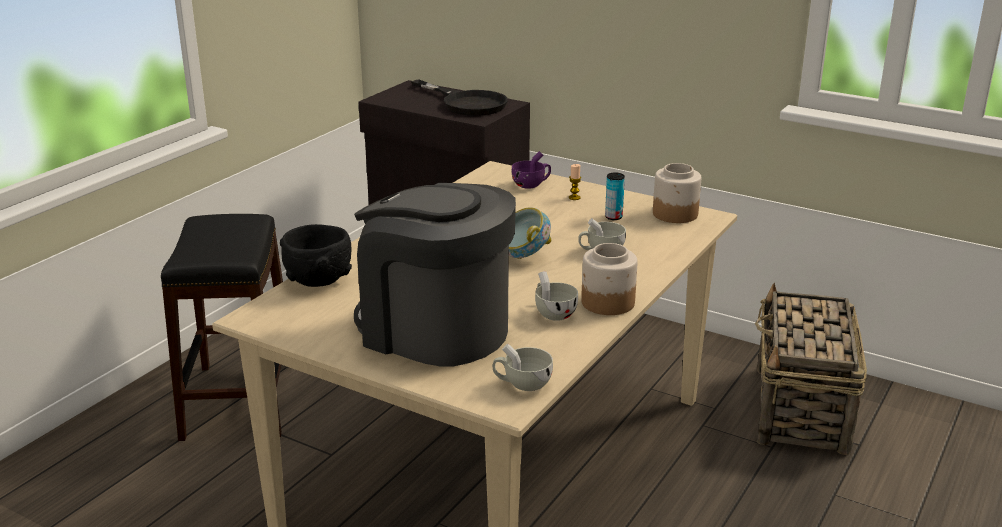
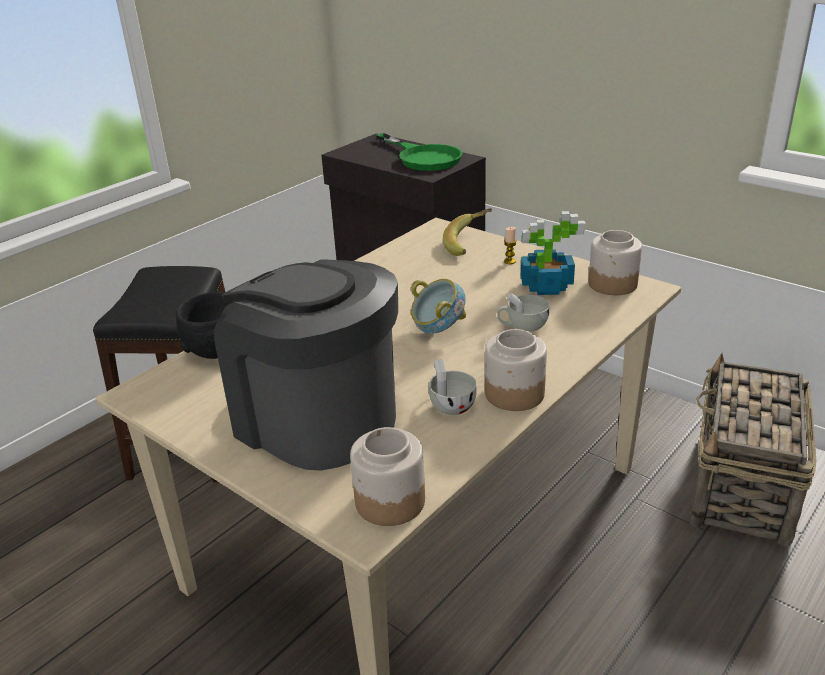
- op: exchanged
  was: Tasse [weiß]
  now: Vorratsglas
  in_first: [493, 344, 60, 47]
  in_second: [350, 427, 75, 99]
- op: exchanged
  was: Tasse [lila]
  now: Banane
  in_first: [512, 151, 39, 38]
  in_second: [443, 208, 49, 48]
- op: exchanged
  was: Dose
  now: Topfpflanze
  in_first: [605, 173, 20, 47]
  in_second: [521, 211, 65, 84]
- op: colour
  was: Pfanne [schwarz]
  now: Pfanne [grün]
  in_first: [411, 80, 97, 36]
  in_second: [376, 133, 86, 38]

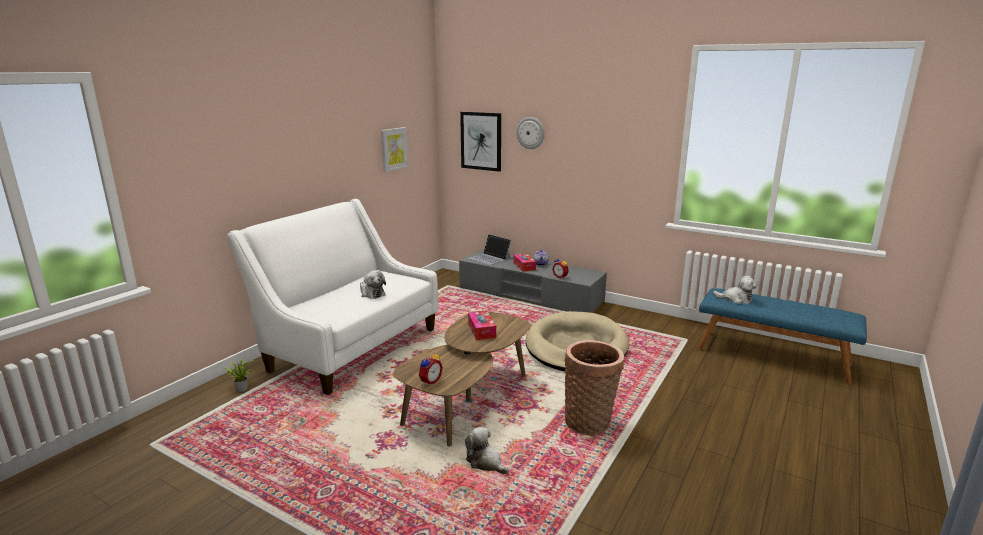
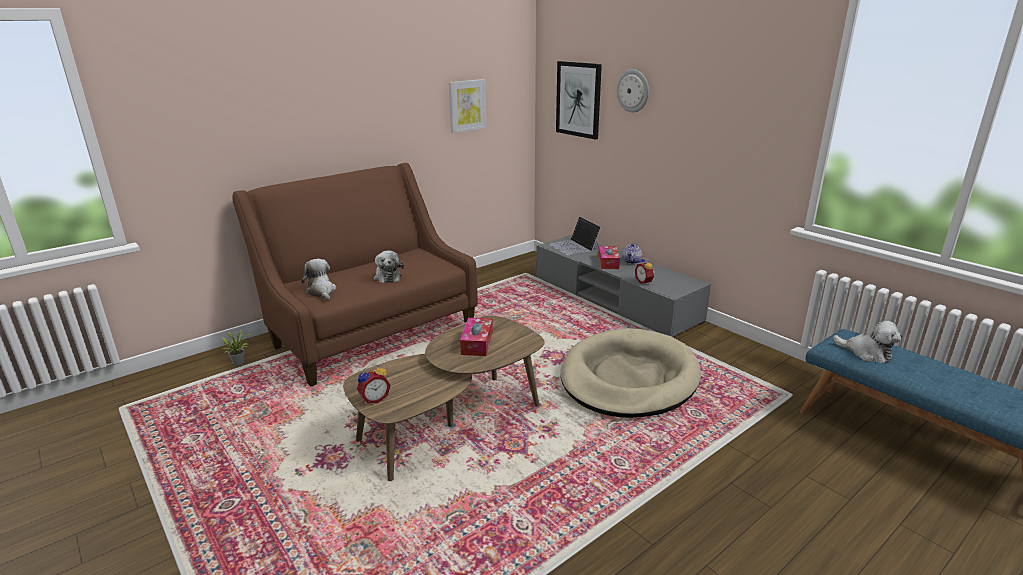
- op: missing
  was: Korb
  in_first: [564, 340, 60, 95]
- op: relocated
  was: Plüschtier
  in_first: [465, 426, 44, 48]
  in_second: [301, 259, 35, 42]
- op: colour
  was: Sofa [weiß]
  now: Sofa [braun]
  in_first: [227, 199, 211, 196]
  in_second: [232, 163, 246, 224]

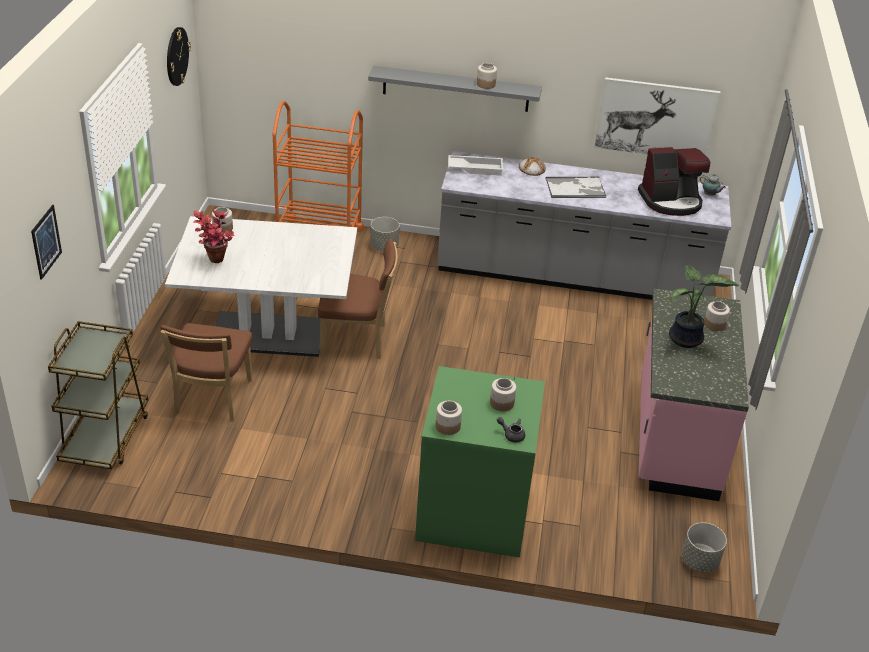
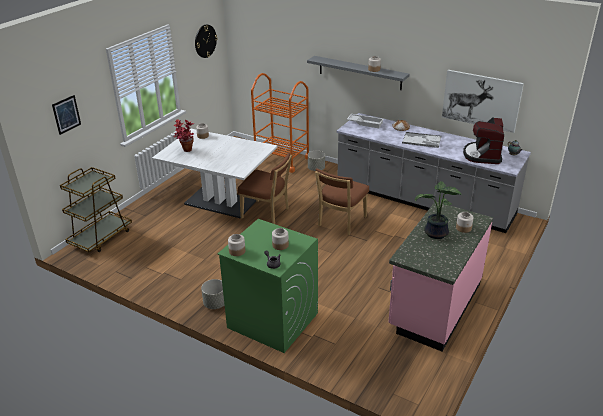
- op: relocated
  was: Stuhl [braun]
  in_first: [161, 323, 91, 98]
  in_second: [315, 168, 54, 67]
- op: relocated
  was: Pflanzkübel [grau]
  in_first: [682, 523, 45, 50]
  in_second: [201, 279, 23, 30]
- op: spun
  was: Kaffeemaschine
  in_first: [638, 147, 72, 69]
  in_second: [463, 117, 41, 47]
  clockwise: 90

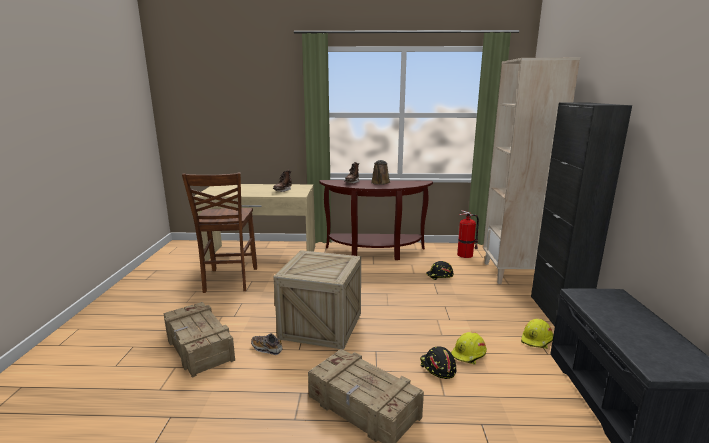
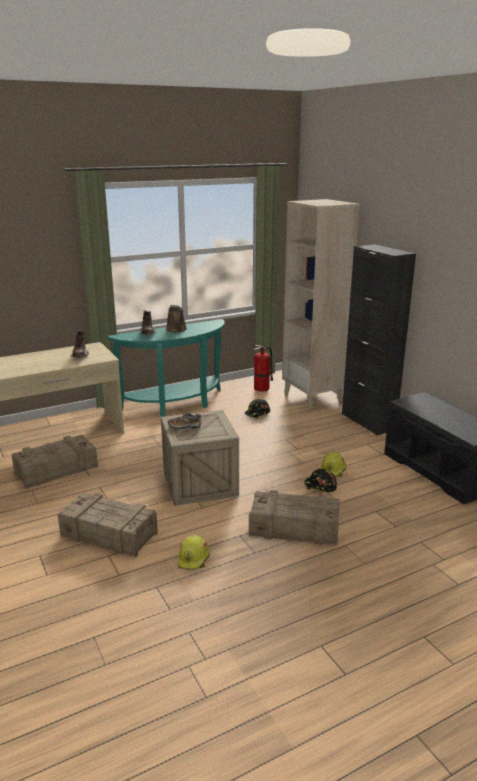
- op: relocated
  was: Schuh
  in_first: [251, 333, 32, 22]
  in_second: [168, 412, 34, 18]
- op: relocated
  was: Schutzhelm [gelb]
  in_first: [521, 318, 32, 31]
  in_second: [178, 535, 32, 35]
- op: exchanged
  was: Stuhl [braun]
  now: Kiste
  in_first: [182, 172, 75, 121]
  in_second: [12, 435, 86, 54]
- op: colour
  was: Konsolentisch [braun]
  now: Konsolentisch [türkis]
  in_first: [319, 180, 114, 80]
  in_second: [107, 319, 118, 98]

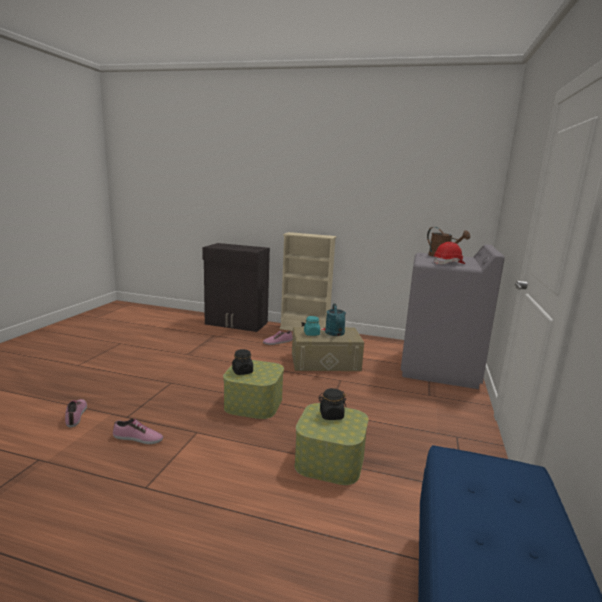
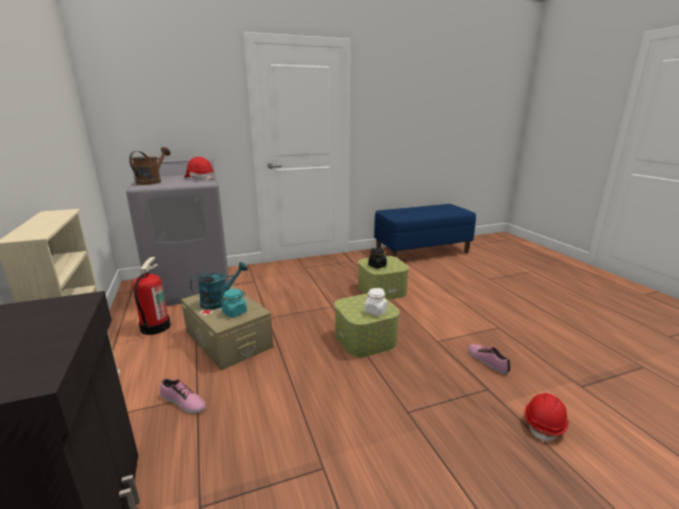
- op: appeared
  now: Feuerlöscher
  in_second: [132, 257, 39, 78]
- op: exchanged
  was: Schuh
  now: Schutzhelm [rot]
  in_first: [65, 399, 22, 28]
  in_second: [525, 393, 44, 50]
- op: colour
  was: Vorratsglas [schwarz]
  now: Vorratsglas [weiß]
  in_first: [232, 349, 21, 26]
  in_second: [364, 288, 24, 28]

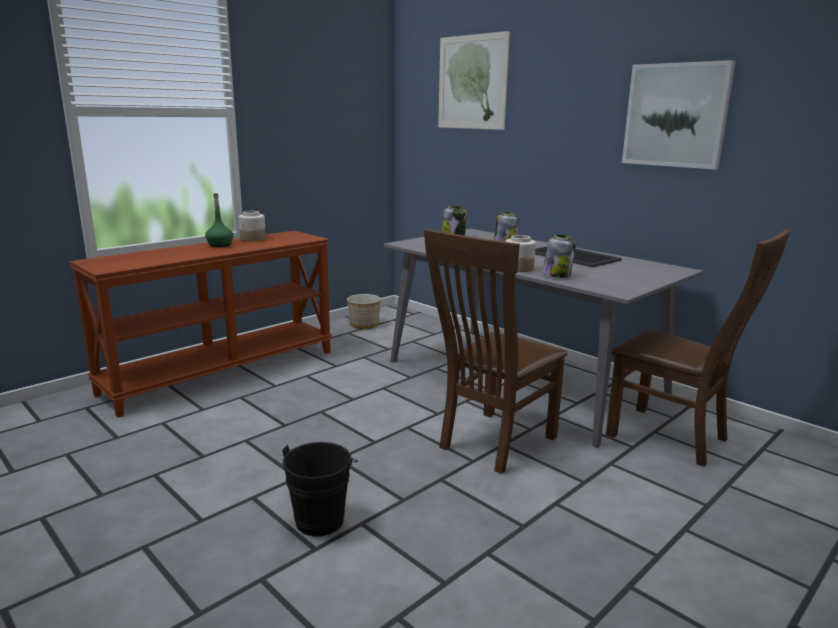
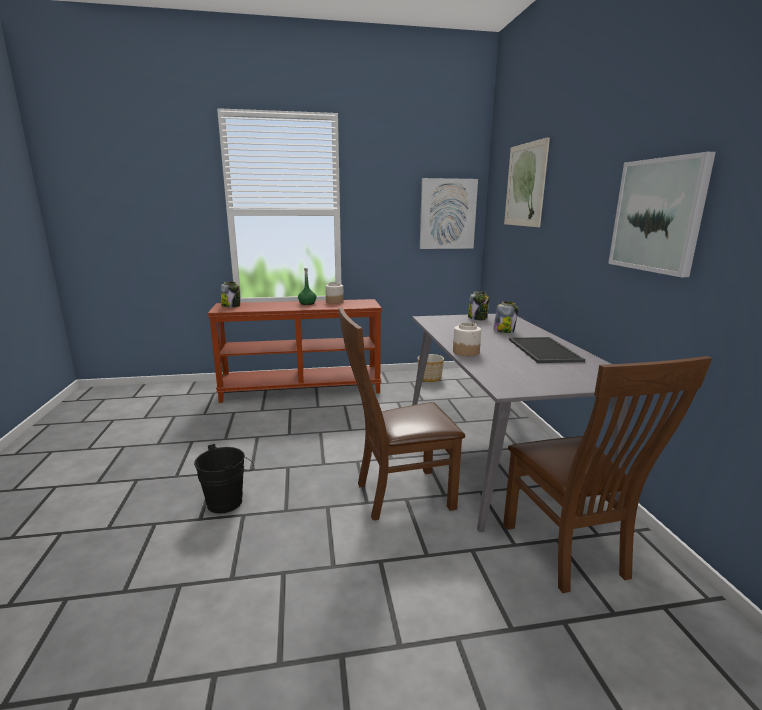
- op: appeared
  now: Bild
  in_second: [420, 178, 58, 71]
- op: relocated
  was: Vorratsglas
  in_first: [543, 235, 33, 43]
  in_second: [221, 281, 19, 26]

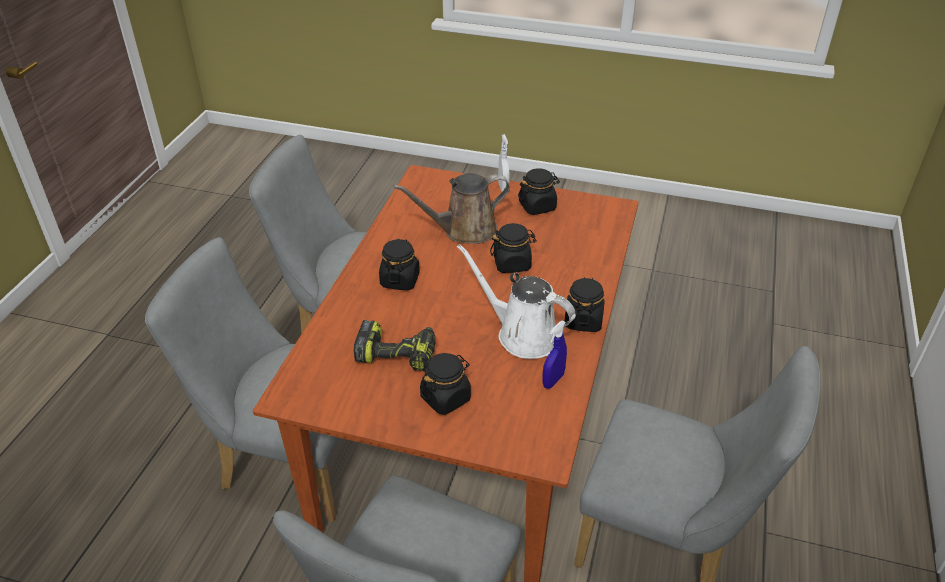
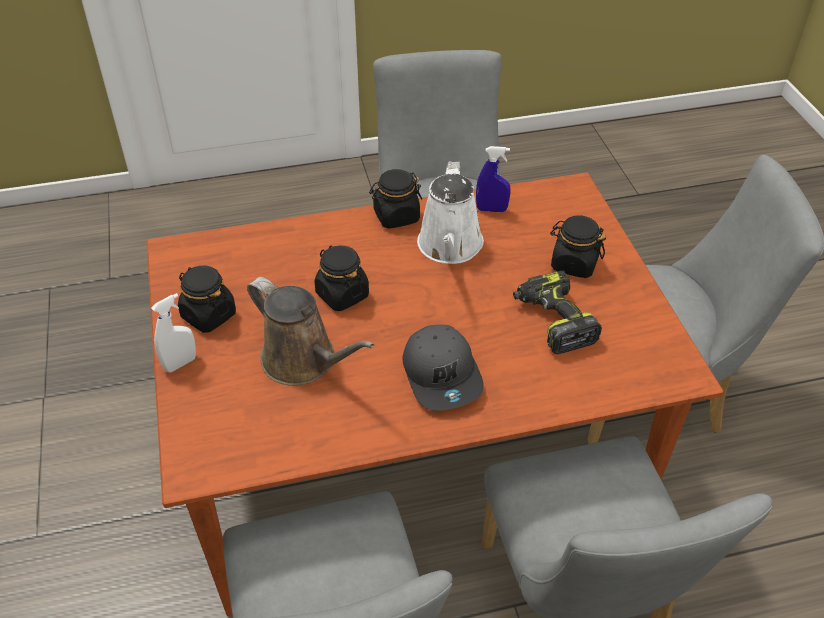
- op: exchanged
  was: Vorratsglas [schwarz]
  now: Kappe [grau]
  in_first: [379, 239, 41, 51]
  in_second: [403, 325, 81, 86]

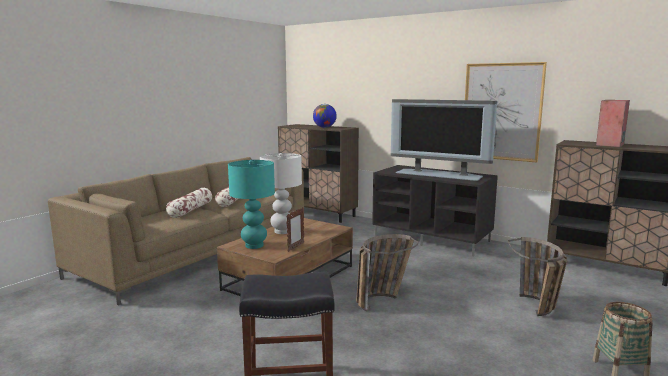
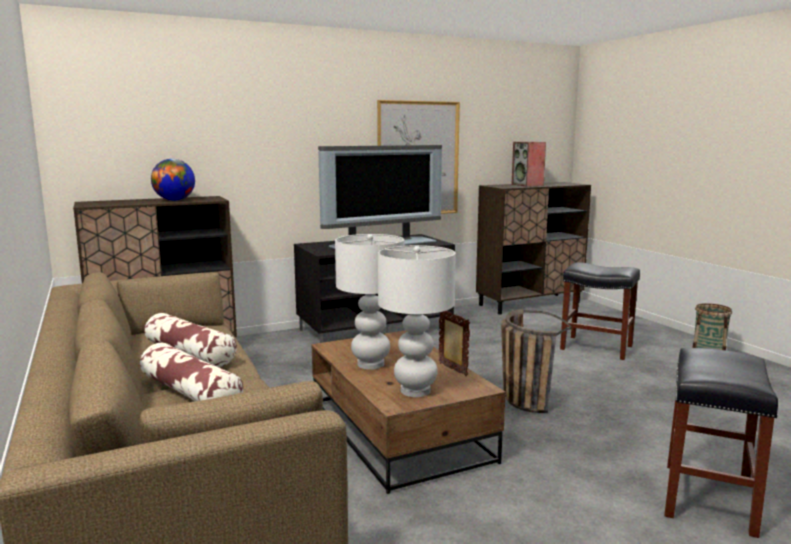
- op: exchanged
  was: Korb
  now: Hocker [schwarz]
  in_first: [508, 237, 59, 79]
  in_second: [560, 262, 80, 98]
- op: colour
  was: Tischlampe [türkis]
  now: Tischlampe [weiß]
  in_first: [228, 160, 47, 89]
  in_second: [378, 245, 78, 152]

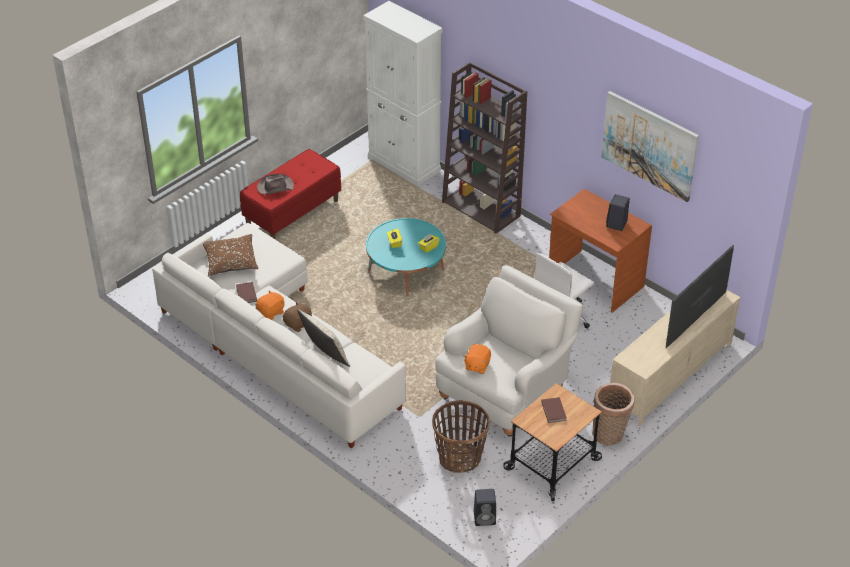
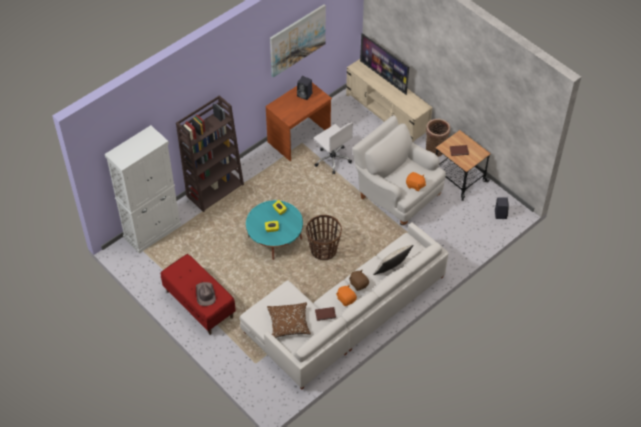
- op: relocated
  was: Korb
  in_first: [432, 400, 58, 73]
  in_second: [306, 215, 36, 45]

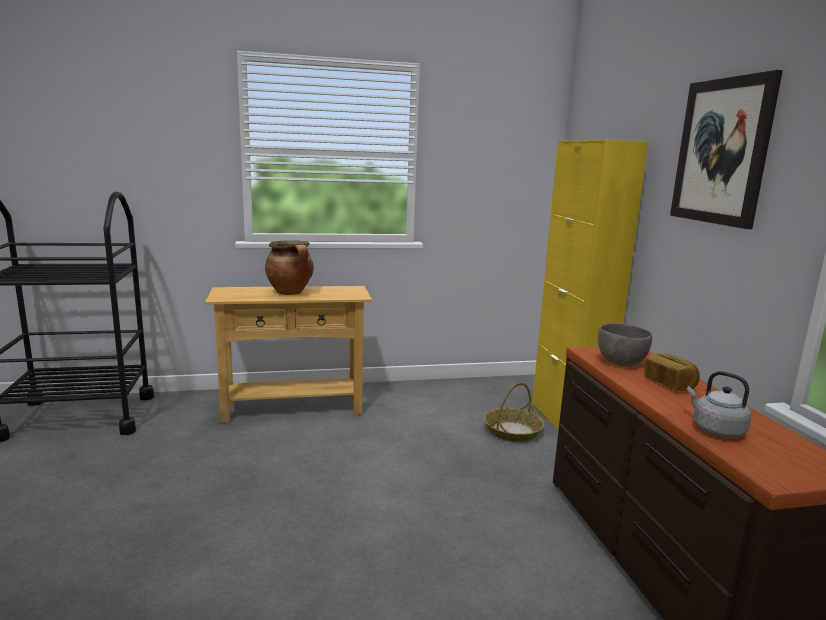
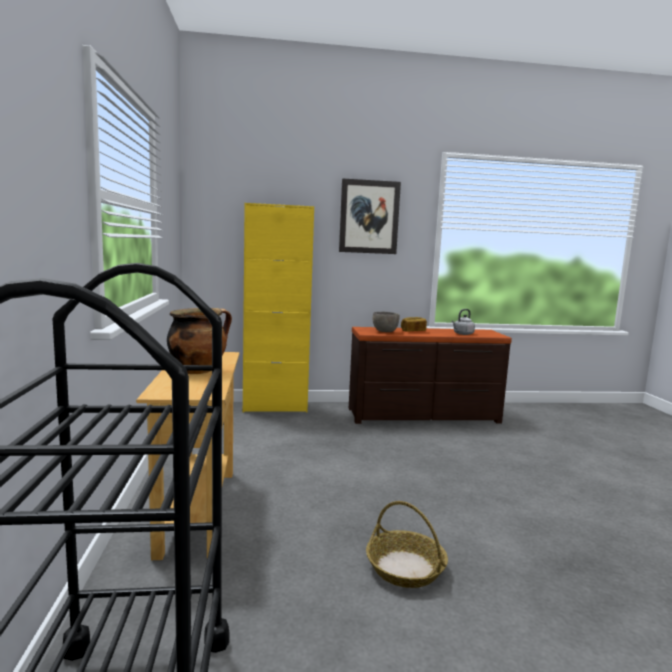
- op: relocated
  was: Korb
  in_first: [484, 382, 61, 60]
  in_second: [366, 501, 82, 87]

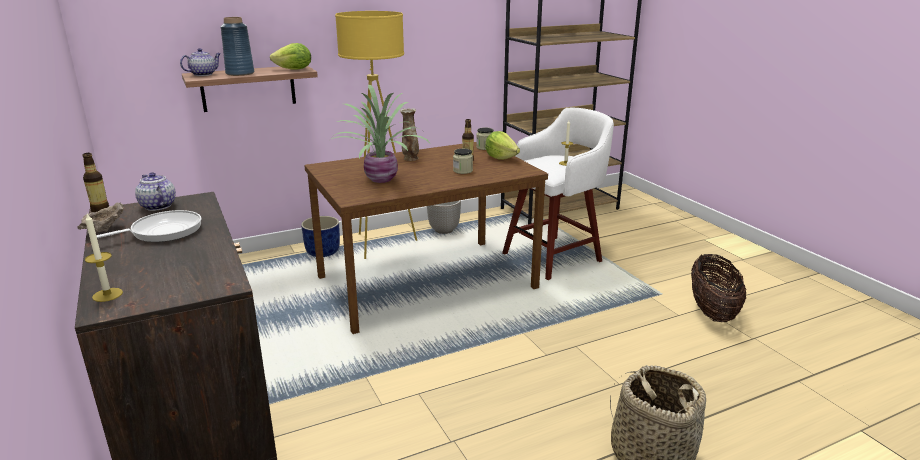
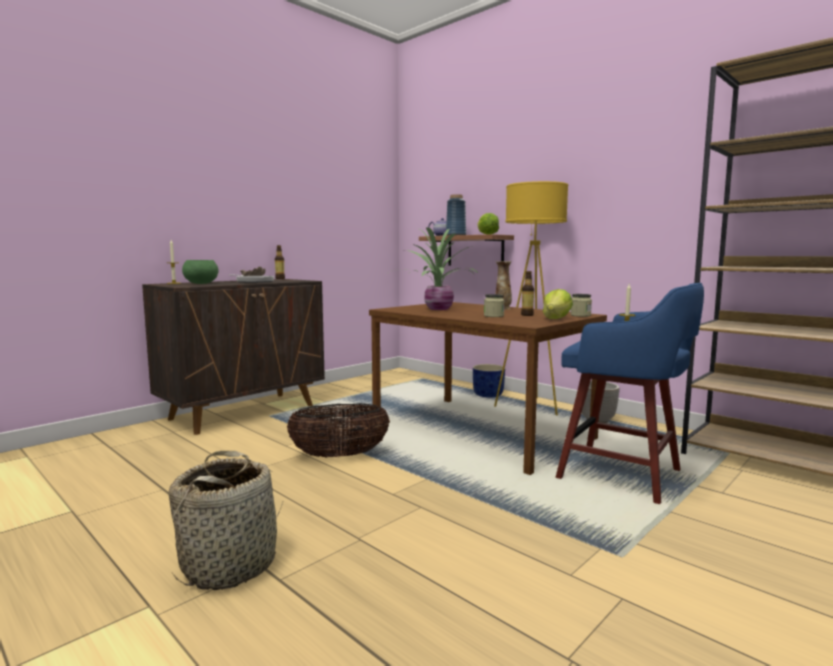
- op: missing
  was: Teekanne
  in_first: [135, 172, 41, 39]
- op: appeared
  now: Schüssel [grün]
  in_second: [182, 260, 36, 24]
- op: relocated
  was: Korb
  in_first: [691, 254, 55, 68]
  in_second: [287, 403, 103, 54]
- op: colour
  was: Hocker [weiß]
  now: Hocker [blau]
  in_first: [502, 108, 112, 172]
  in_second: [555, 283, 149, 221]

